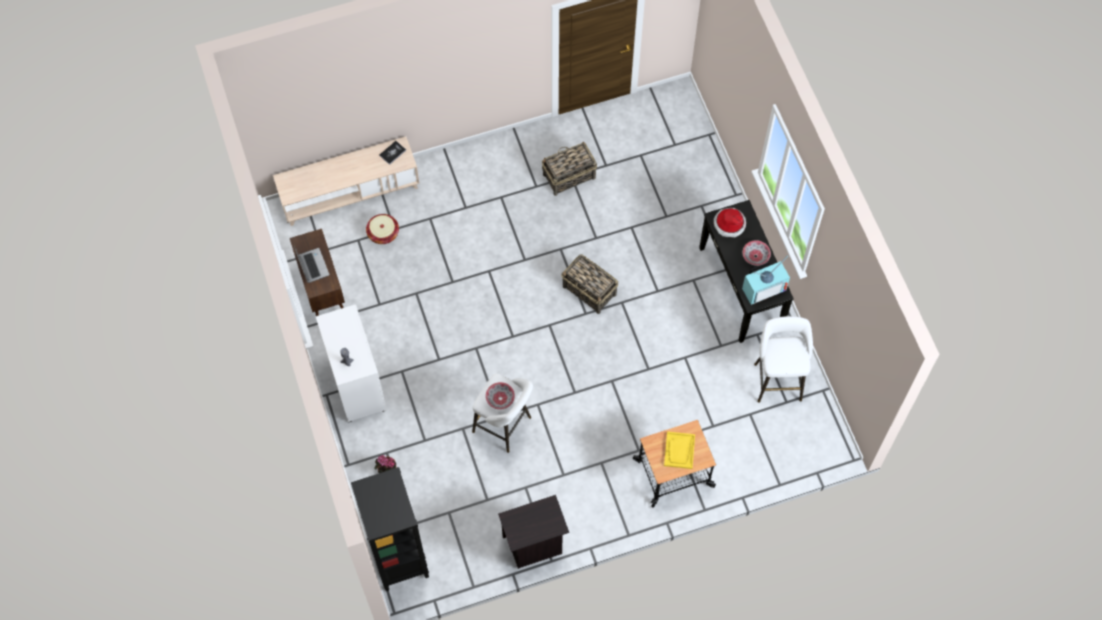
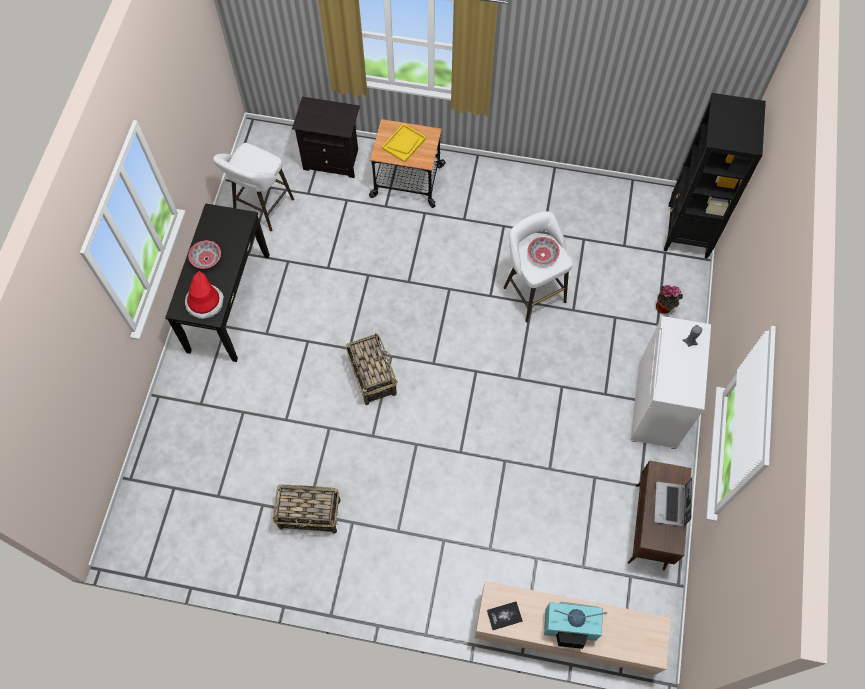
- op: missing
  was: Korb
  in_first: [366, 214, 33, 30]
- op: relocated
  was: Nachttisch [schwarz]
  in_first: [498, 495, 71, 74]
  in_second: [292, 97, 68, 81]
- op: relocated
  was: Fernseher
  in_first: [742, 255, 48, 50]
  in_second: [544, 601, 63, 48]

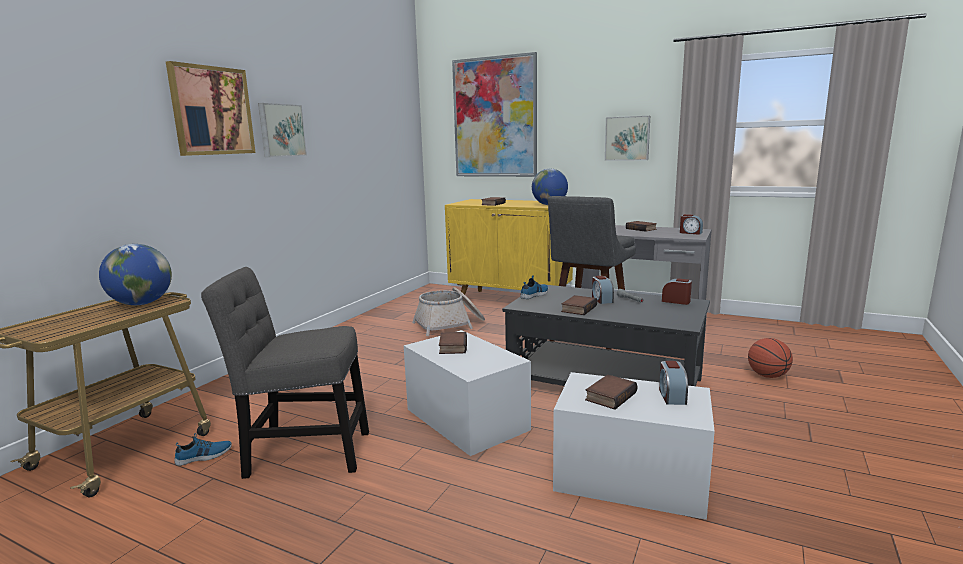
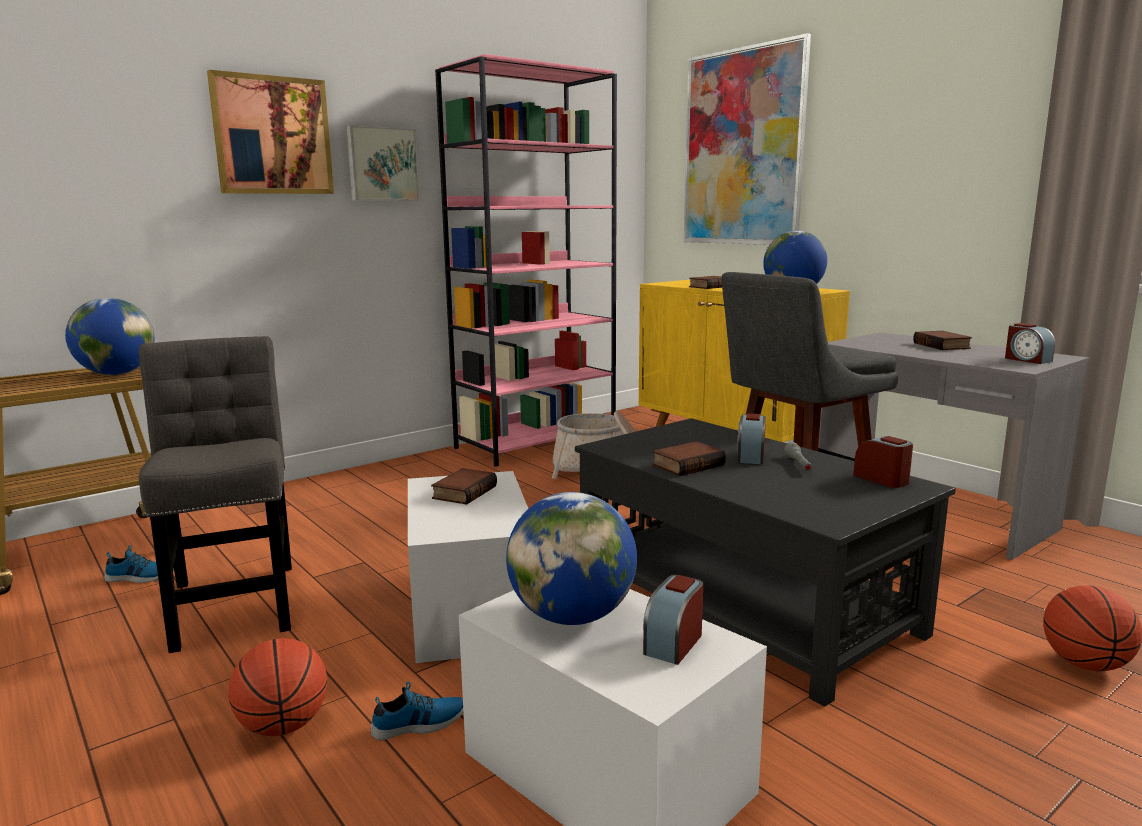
- op: missing
  was: Bild
  in_first: [605, 116, 45, 45]
- op: appeared
  now: Basketball
  in_second: [228, 638, 99, 98]
- op: appeared
  now: Bücherregal [rosa]
  in_second: [435, 54, 182, 413]
- op: relocated
  was: Schuh
  in_first: [520, 275, 29, 24]
  in_second: [371, 682, 92, 58]
- op: exchanged
  was: Buch
  now: Globus
  in_first: [585, 374, 52, 36]
  in_second: [506, 492, 131, 133]
- op: spun
  was: Stuhl [grau]
  in_first: [201, 267, 168, 212]
  in_second: [139, 336, 153, 317]
  clockwise: 45

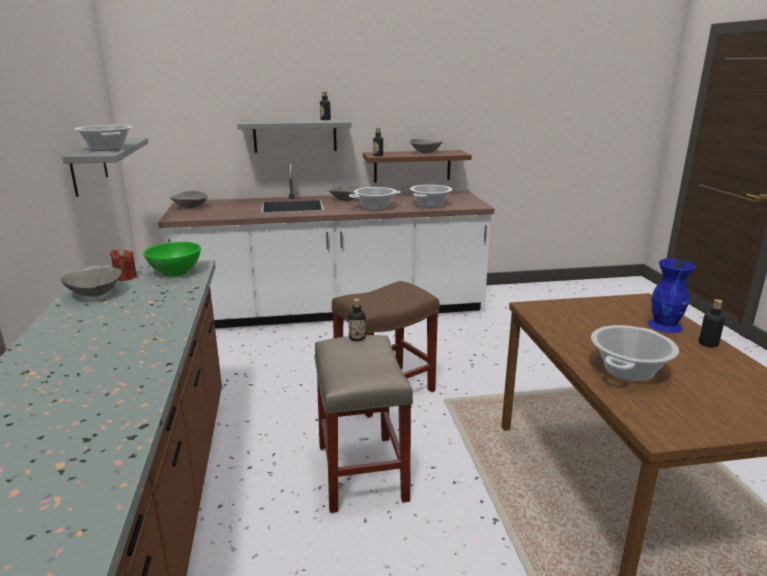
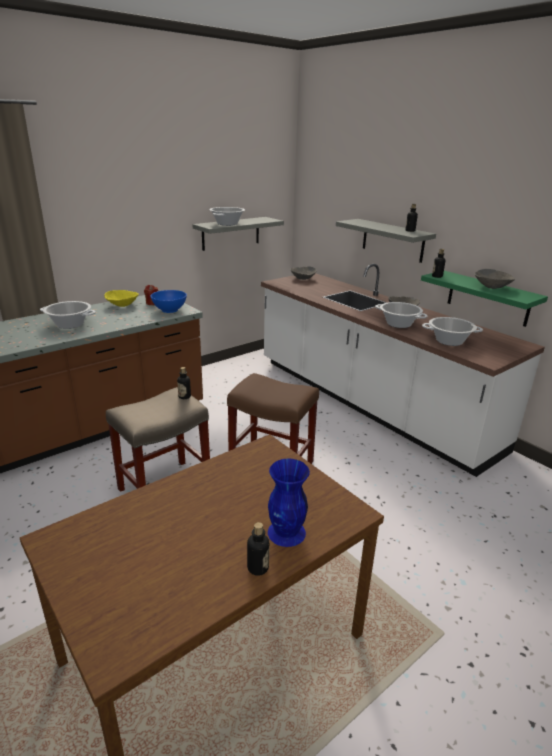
- op: relocated
  was: Kochtopf
  in_first: [591, 325, 88, 56]
  in_second: [40, 301, 56, 28]
- op: colour
  was: Schüssel [grau]
  now: Schüssel [gelb]
  in_first: [61, 267, 61, 30]
  in_second: [104, 290, 35, 17]
- op: colour
  was: Schüssel [grün]
  now: Schüssel [blau]
  in_first: [143, 242, 58, 35]
  in_second: [150, 290, 37, 23]
- op: colour
  was: Wandregal [braun]
  now: Wandregal [grün]
  in_first: [363, 150, 109, 32]
  in_second: [421, 271, 127, 56]

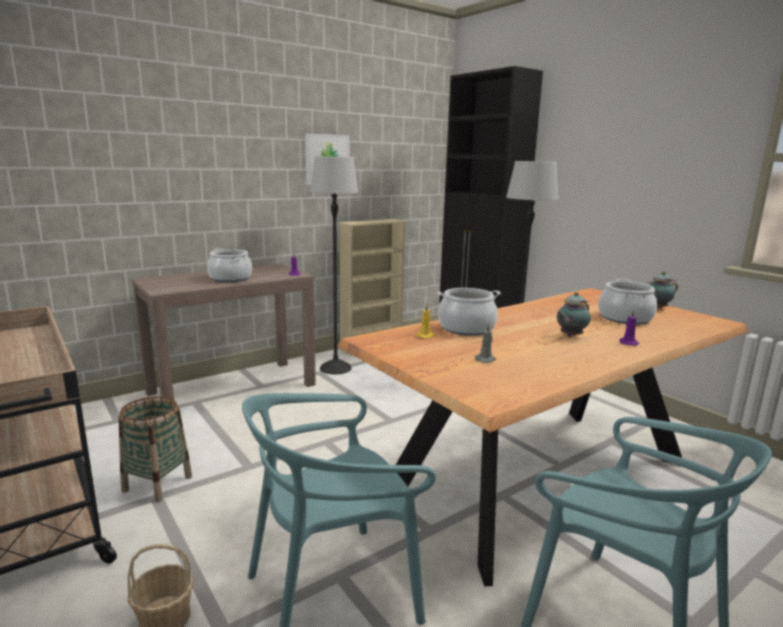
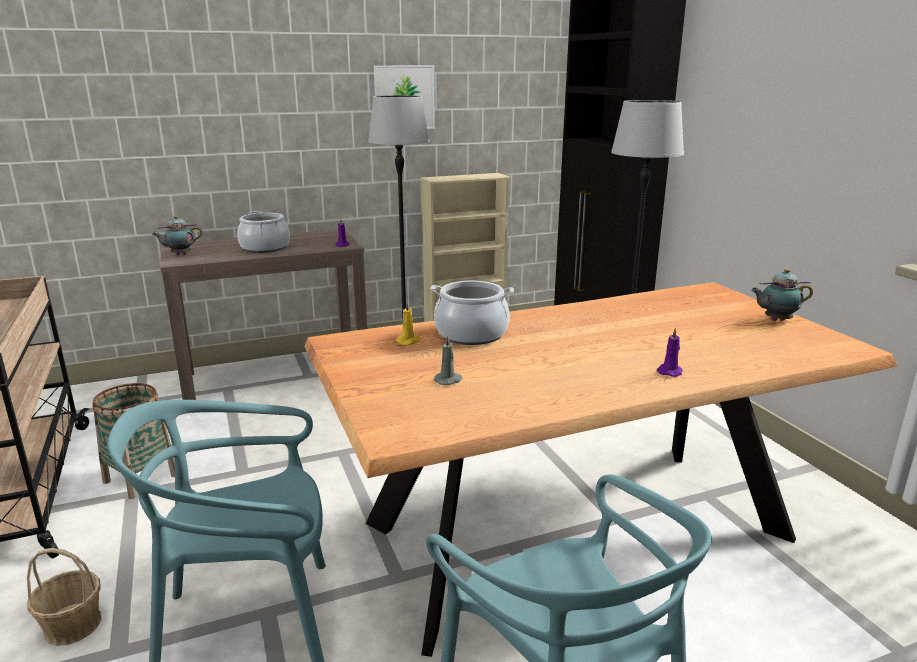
- op: missing
  was: Kochtopf
  in_first: [598, 279, 59, 46]
- op: relocated
  was: Teekanne
  in_first: [557, 292, 34, 45]
  in_second: [152, 216, 50, 39]

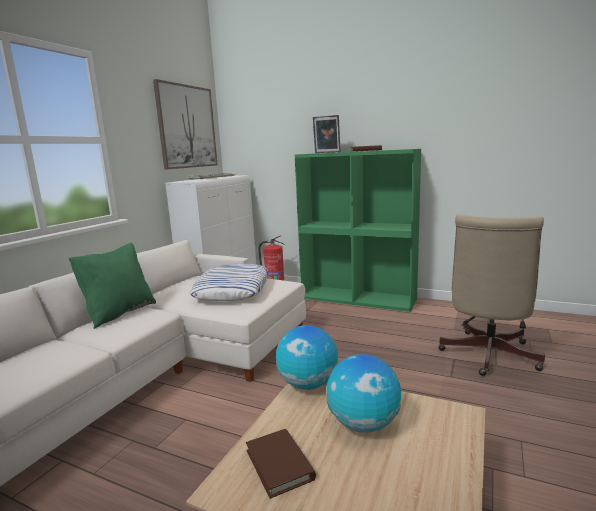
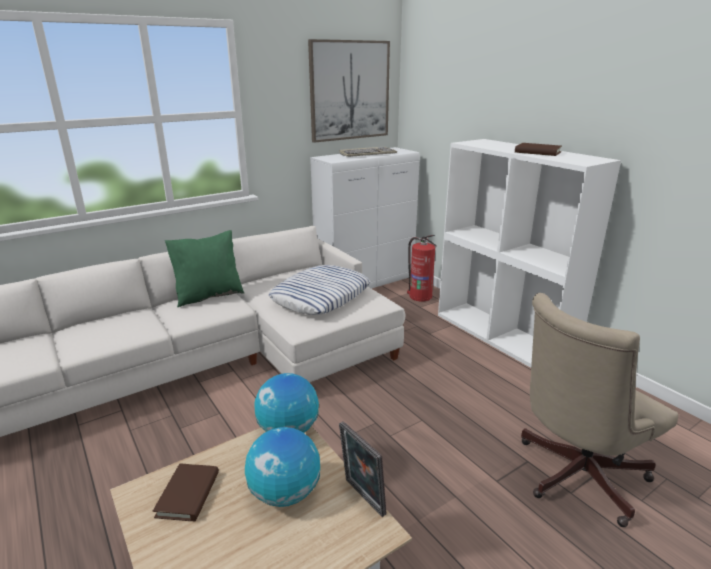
- op: relocated
  was: Bilderrahmen
  in_first: [313, 115, 28, 38]
  in_second: [339, 421, 47, 96]
- op: colour
  was: Bücherregal [grün]
  now: Bücherregal [weiß]
  in_first: [295, 149, 126, 163]
  in_second: [438, 139, 183, 229]

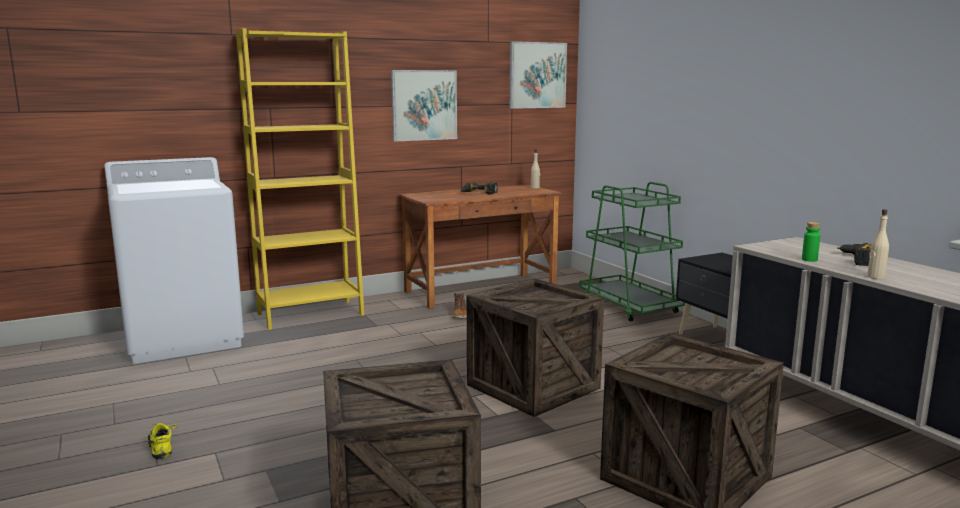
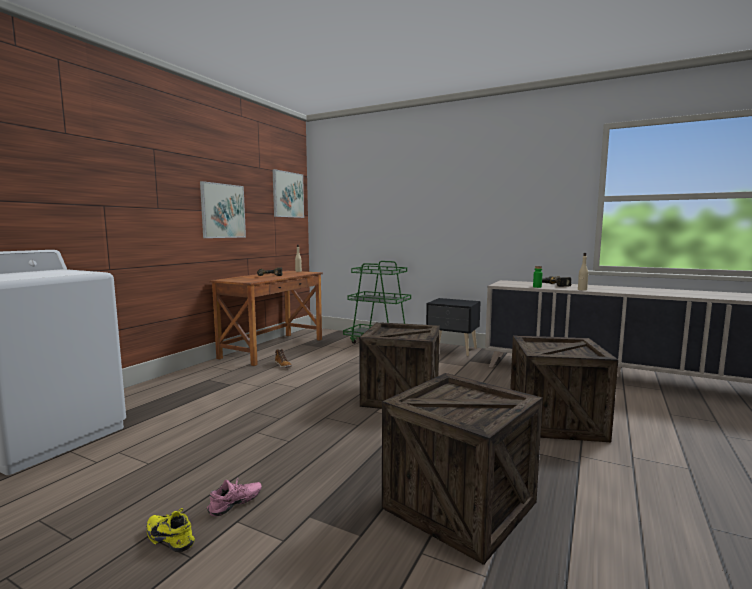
- op: missing
  was: Bücherregal [gelb]
  in_first: [236, 28, 128, 302]
- op: appeared
  now: Schuh [rosa]
  in_second: [207, 477, 55, 39]

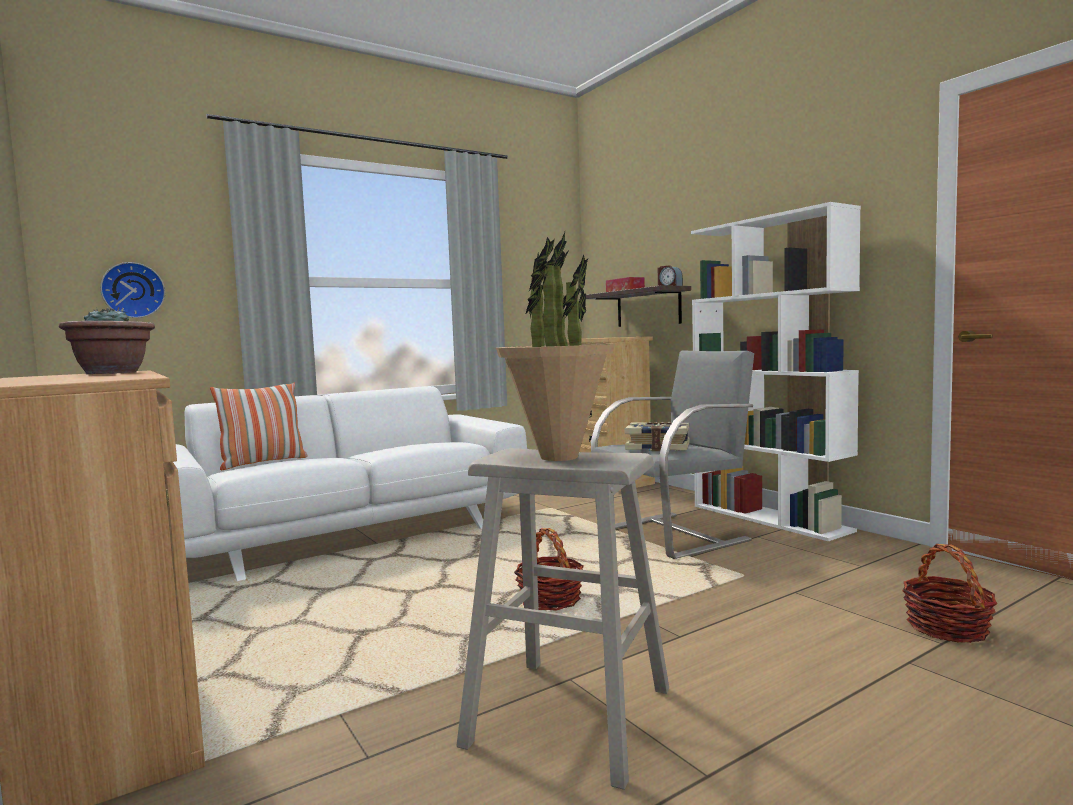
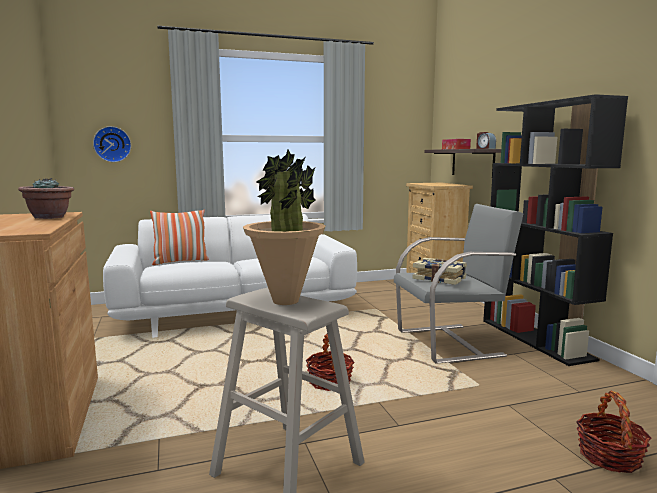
- op: colour
  was: Bücherregal [weiß]
  now: Bücherregal [schwarz]
  in_first: [691, 202, 170, 339]
  in_second: [483, 94, 145, 272]

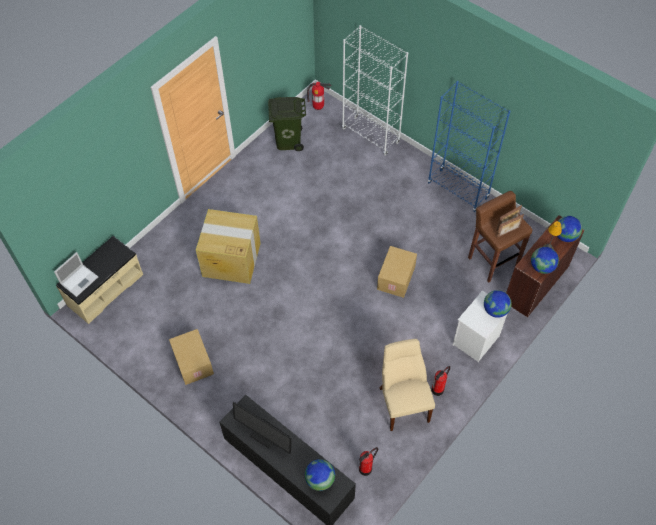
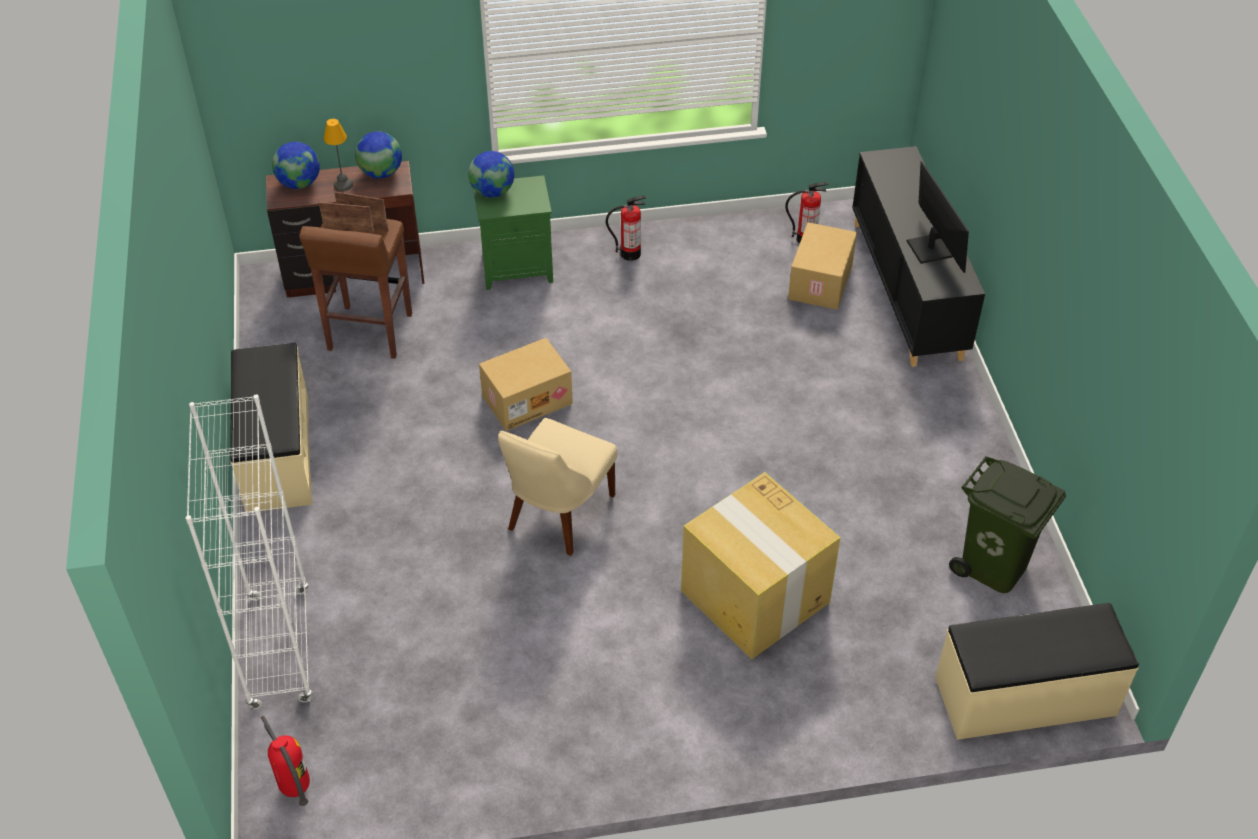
- op: missing
  was: Laptop
  in_first: [54, 252, 44, 45]
- op: missing
  was: Globus
  in_first: [305, 459, 30, 32]
- op: relocated
  was: Karton
  in_first: [169, 329, 45, 56]
  in_second: [788, 222, 69, 88]
- op: relocated
  was: Mülleimer [grün]
  in_first: [268, 97, 38, 54]
  in_second: [949, 456, 117, 137]
- op: relocated
  was: Stuhl [beige]
  in_first: [380, 339, 55, 92]
  in_second: [498, 418, 119, 138]
- op: exchanged
  was: Bücherregal [blau]
  now: Bank [beige]
  in_first: [428, 81, 83, 131]
  in_second: [230, 343, 82, 170]
- op: colour
  was: Nachttisch [weiß]
  now: Nachttisch [grün]
  in_first: [453, 291, 58, 71]
  in_second: [473, 175, 80, 115]

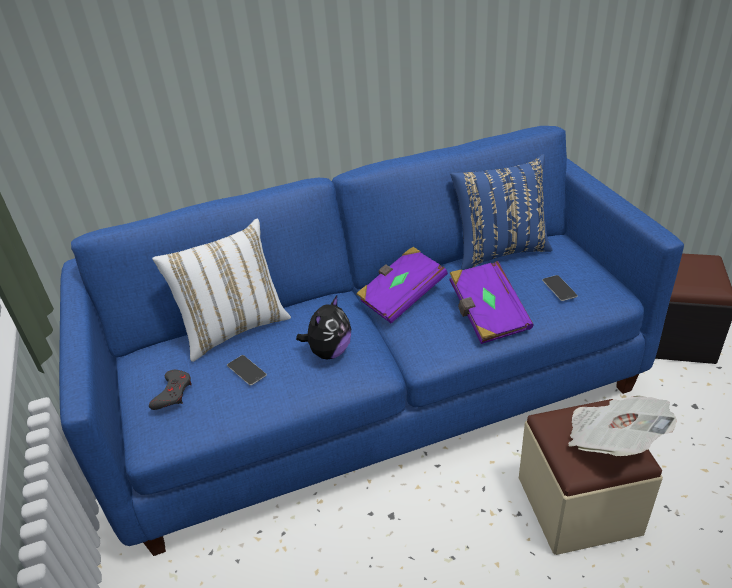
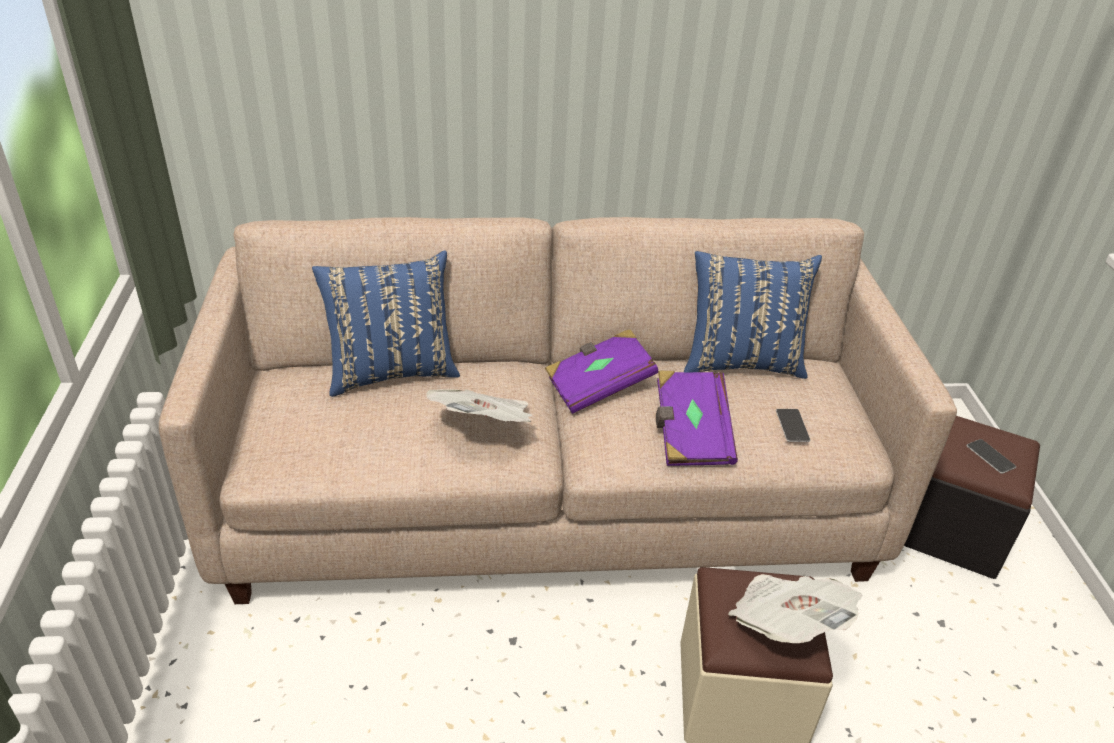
- op: missing
  was: Gamepad [grau]
  in_first: [149, 370, 43, 40]
- op: relocated
  was: Handy
  in_first: [227, 355, 40, 31]
  in_second: [966, 439, 50, 35]
- op: exchanged
  was: Plüschtier
  now: Zeitung
  in_first: [296, 295, 55, 64]
  in_second: [426, 389, 107, 33]
- op: colour
  was: Sofa [blau]
  now: Sofa [beige]
  in_first: [59, 126, 625, 430]
  in_second: [159, 217, 798, 387]
- op: colour
  was: Kissen [weiß]
  now: Kissen [blau]
  in_first: [152, 219, 139, 143]
  in_second: [312, 250, 148, 147]

